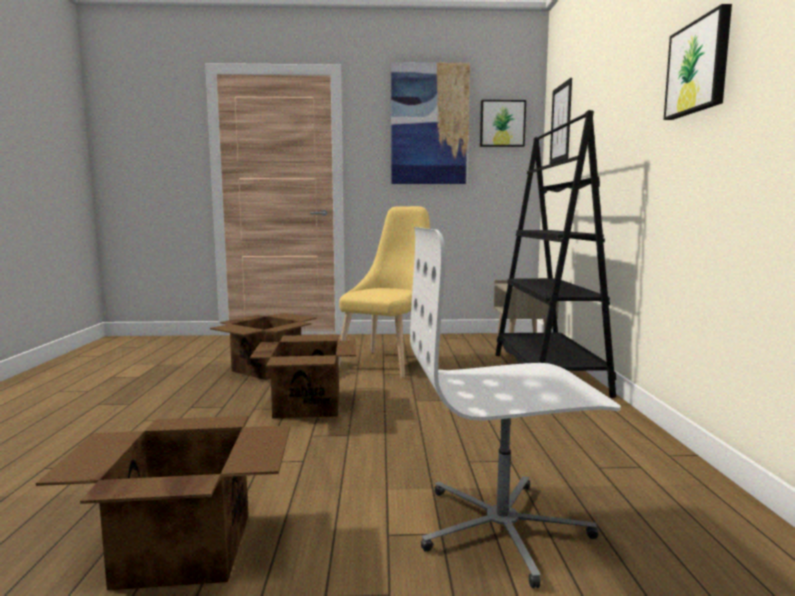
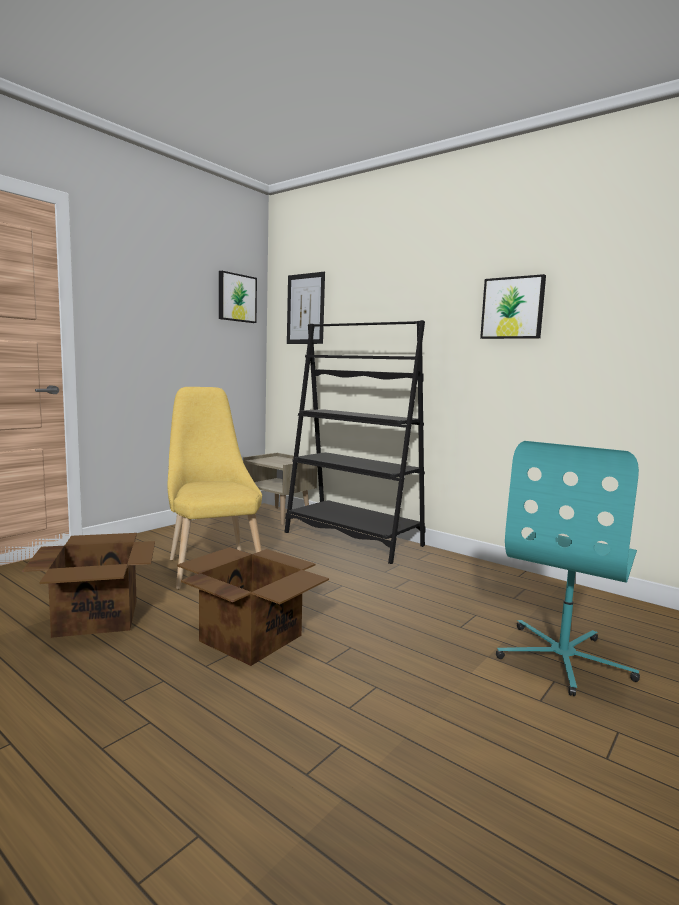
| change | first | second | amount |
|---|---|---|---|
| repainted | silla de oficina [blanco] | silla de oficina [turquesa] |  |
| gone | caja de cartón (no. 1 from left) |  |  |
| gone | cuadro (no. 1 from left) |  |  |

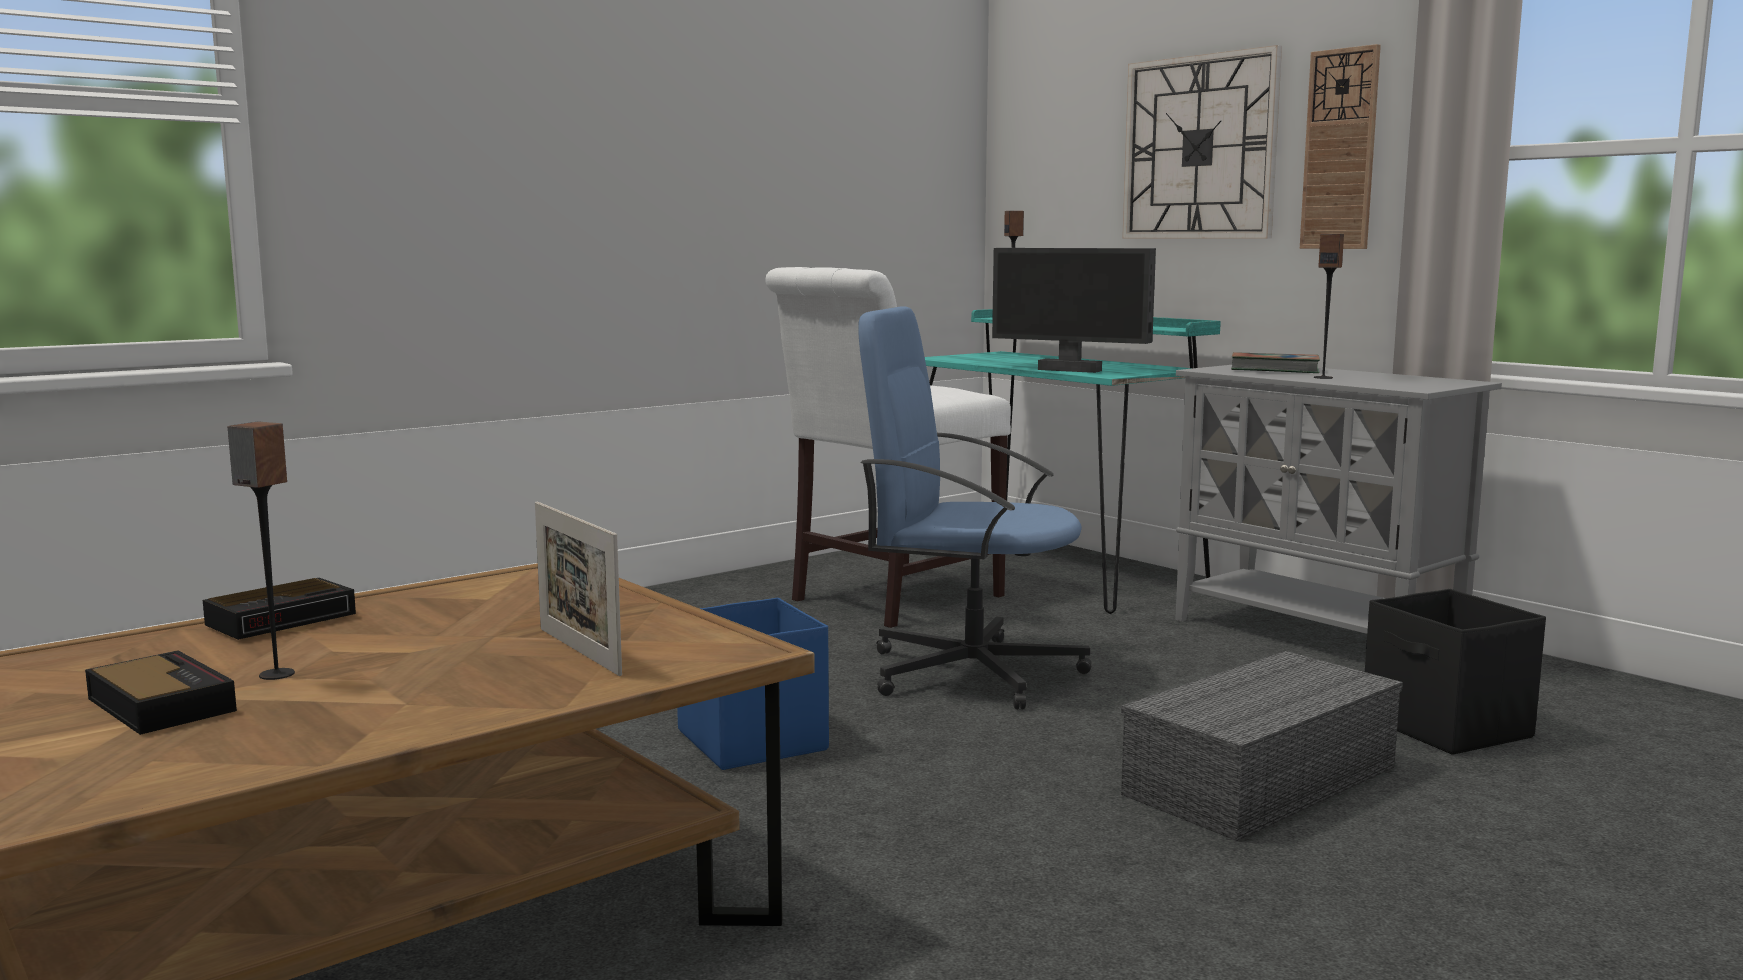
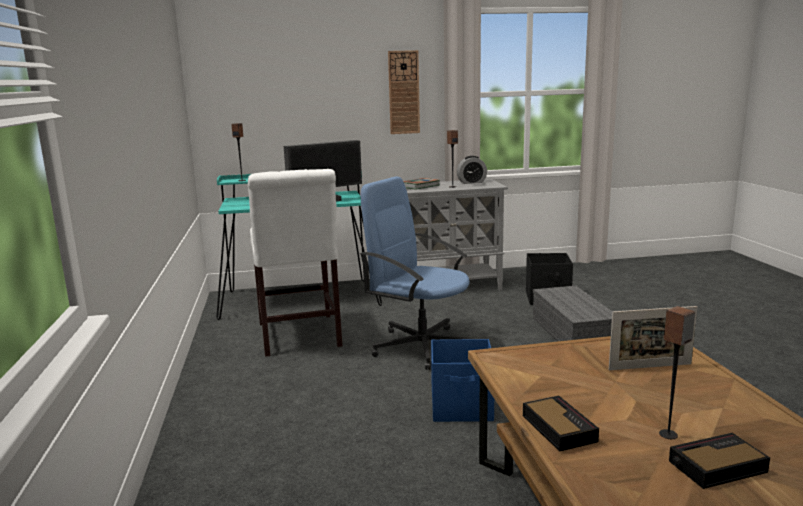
| change | first | second | amount |
|---|---|---|---|
| rotated | silla de oficina [azul] |  | 75 degrees clockwise |
| new |  | despertador (no. 1 from left) |  |
| gone | reloj de pared (no. 1 from left) |  |  |

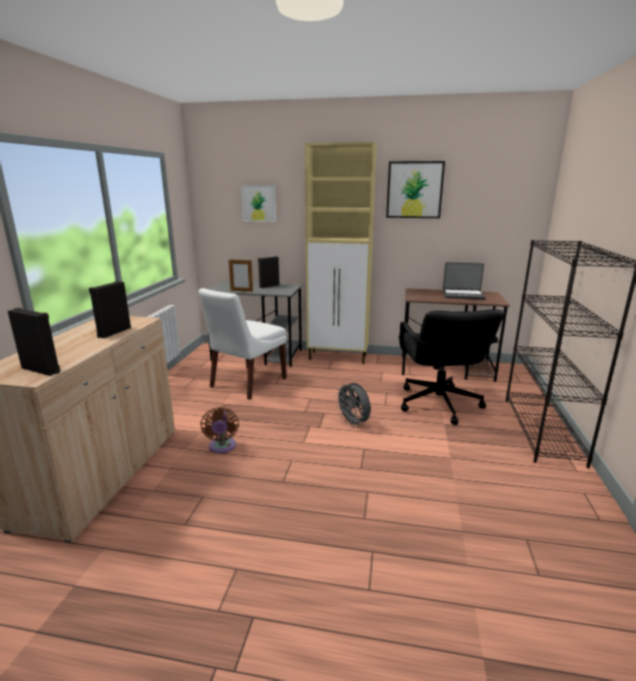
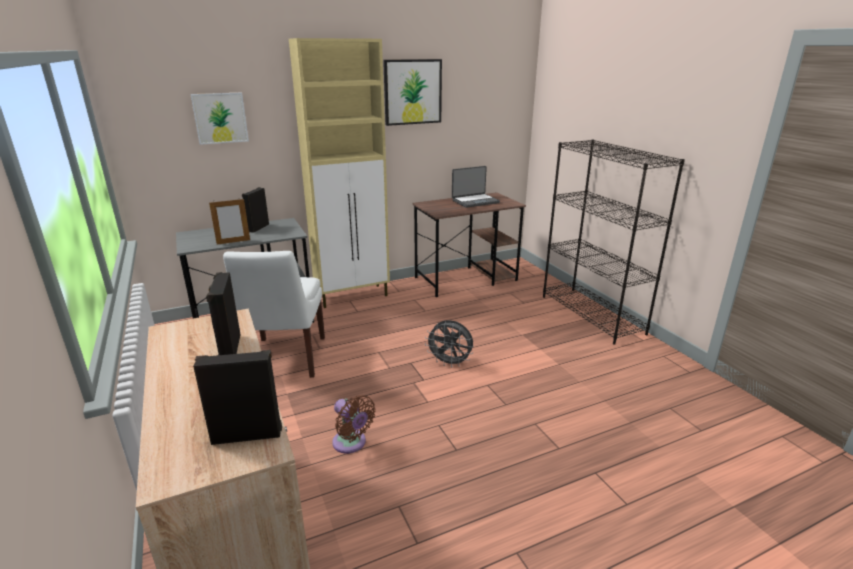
| change | first | second | amount |
|---|---|---|---|
| gone | silla de oficina [negro] |  |  |

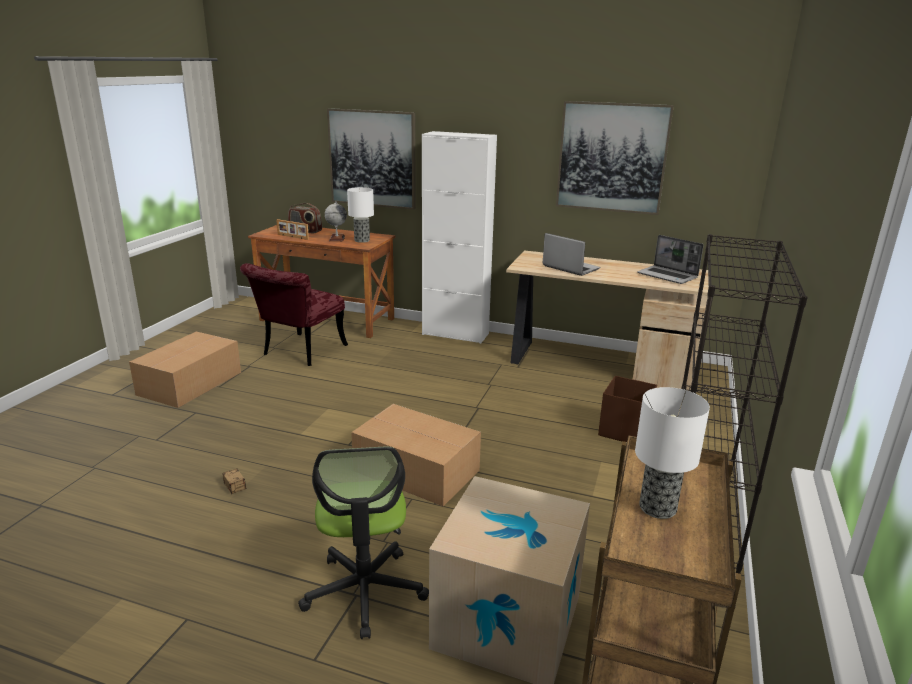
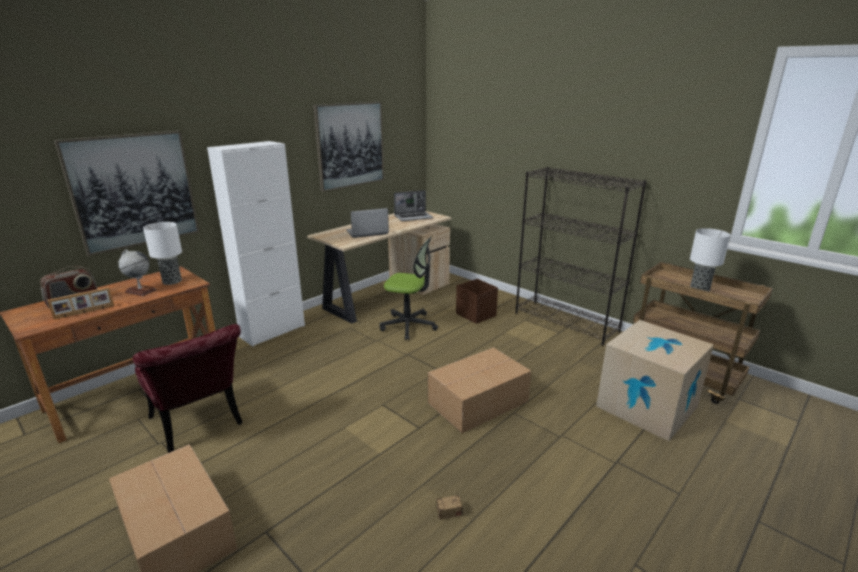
| change | first | second | amount |
|---|---|---|---|
| shifted | silla de oficina |  |  |

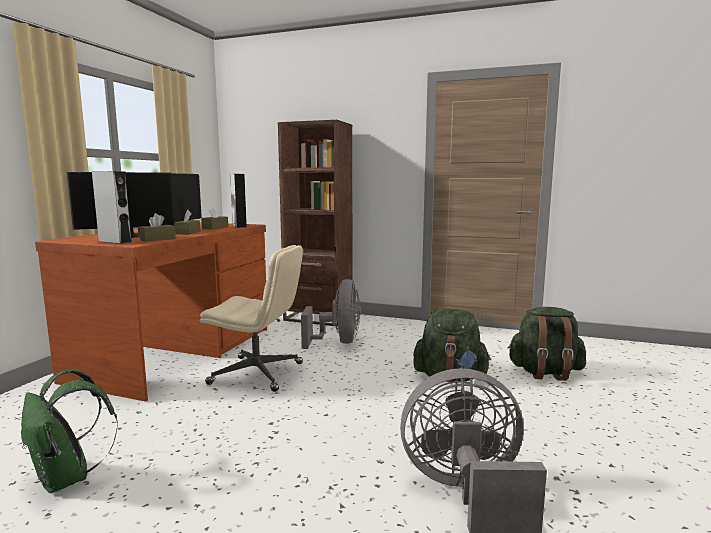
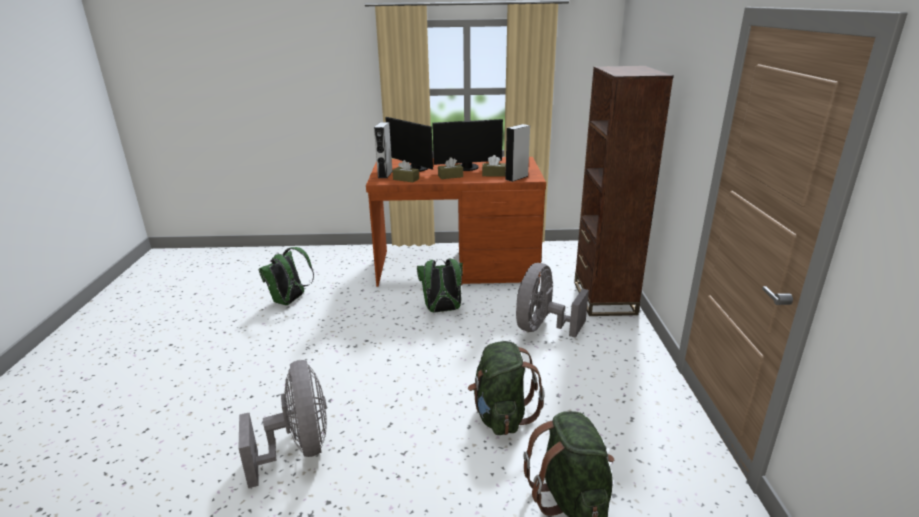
| change | first | second | amount |
|---|---|---|---|
| swapped | silla de oficina [beis] | mochila [verde] (no. 2 from left) |  |
| rotated | ventilador [gris] (no. 1 from left in the first image) | ventilador [gris] (no. 2 from left) | 135 degrees clockwise |

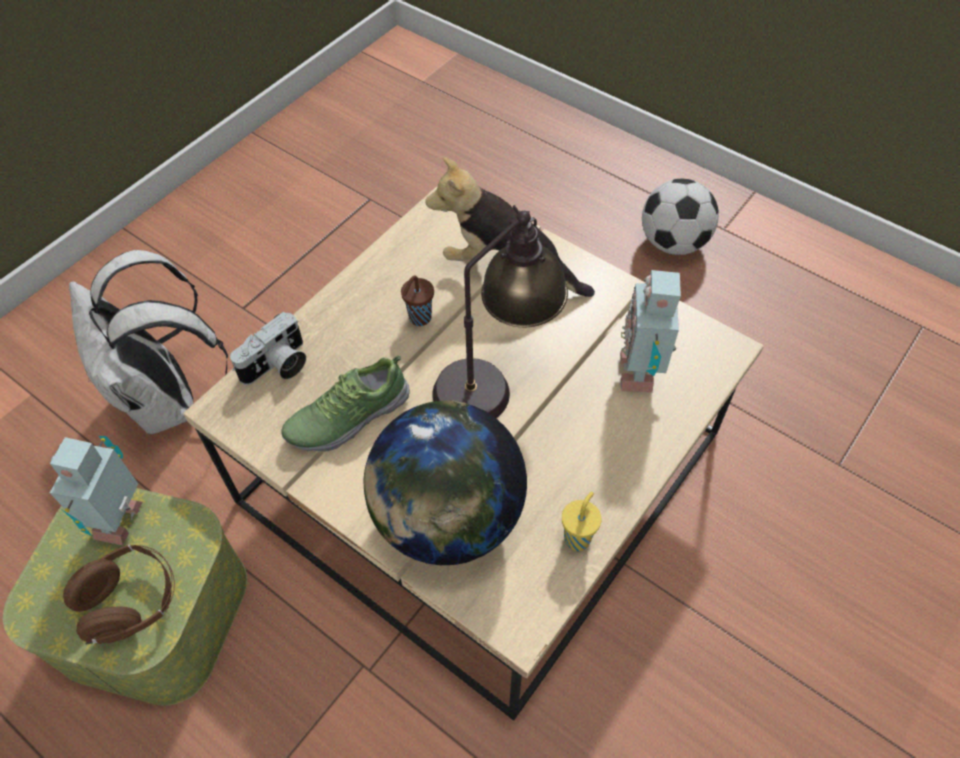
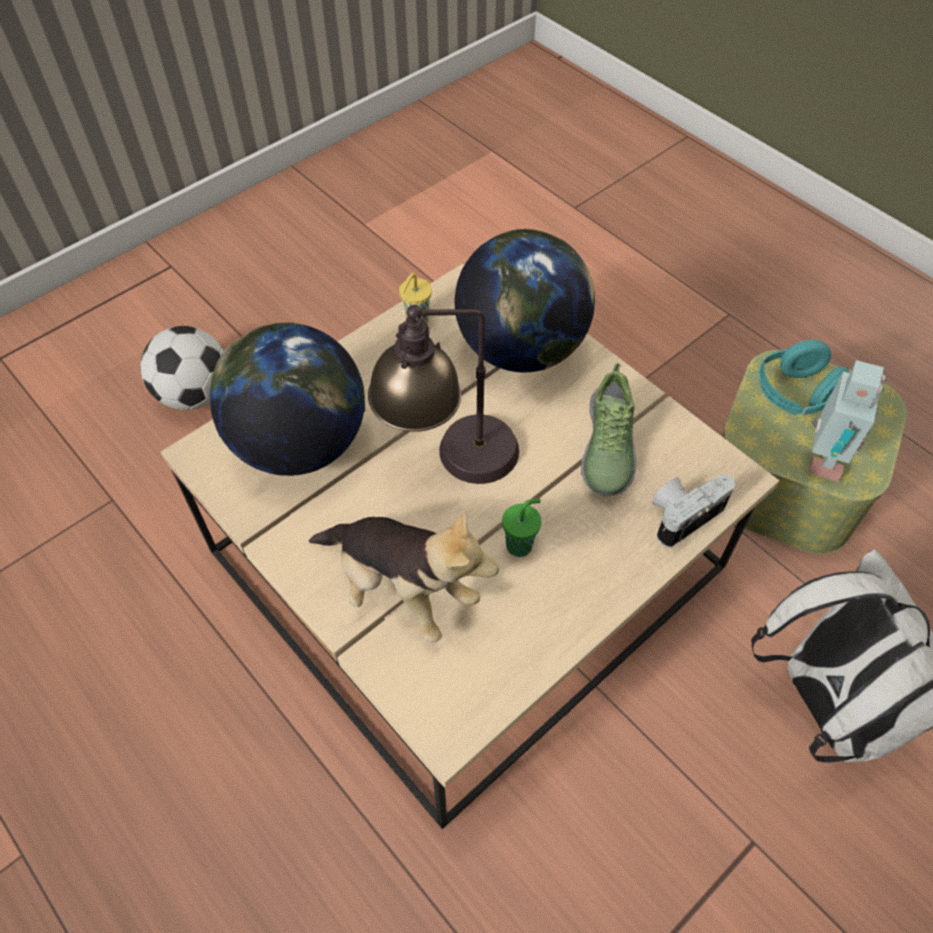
| change | first | second | amount |
|---|---|---|---|
| shifted | balón de fútbol |  |  |
| swapped | robot de juguete (no. 2 from left) | globo terráqueo (no. 1 from left) |  |
| repainted | taza [marrón] | taza [verde] |  |
| rotated | zapato |  | 120 degrees clockwise |
| repainted | auriculares [marrón] | auriculares [turquesa] |  |

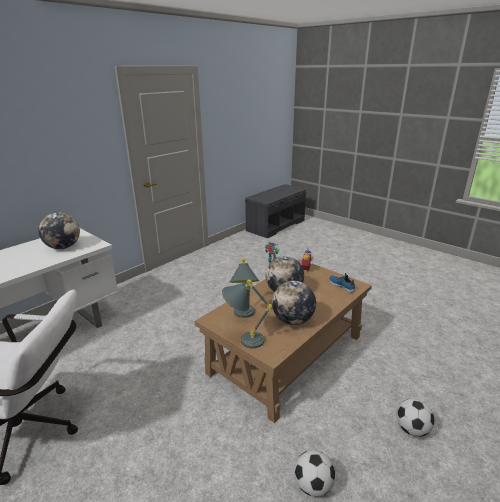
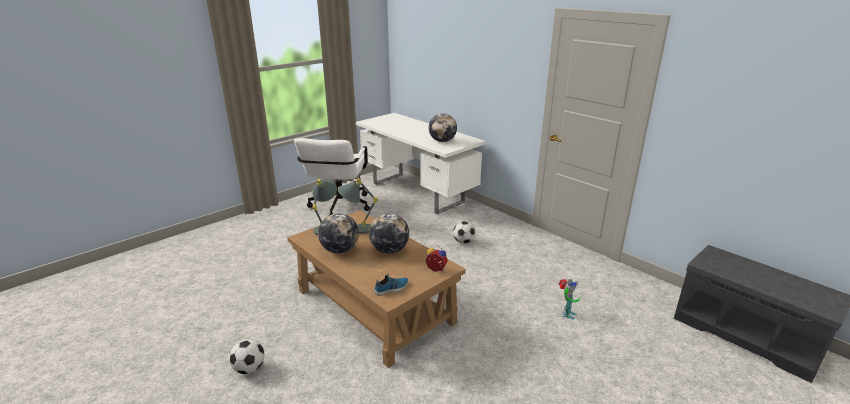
| change | first | second | amount |
|---|---|---|---|
| shifted | balón de fútbol (no. 1 from left in the first image) | balón de fútbol (no. 2 from left) |  |

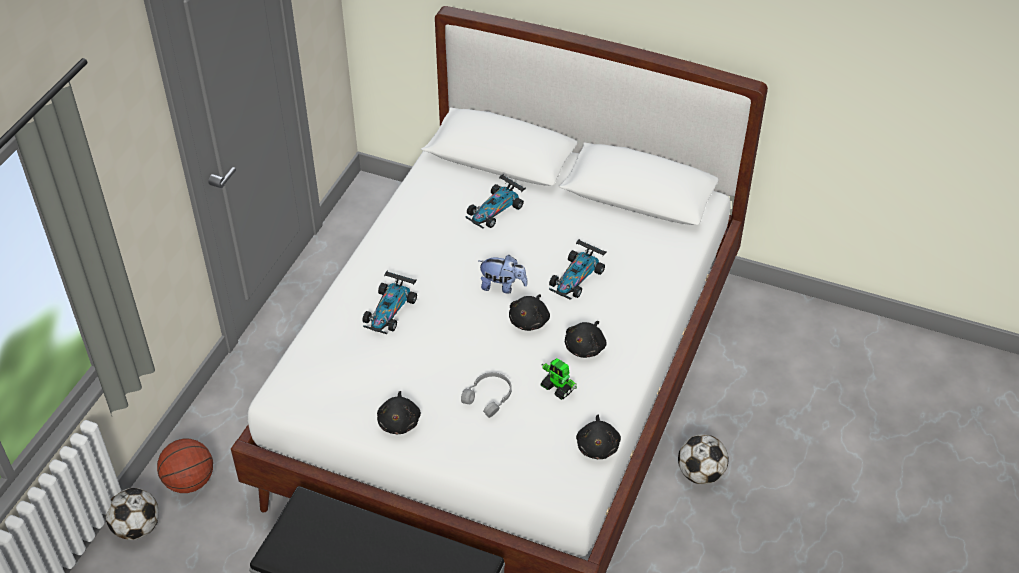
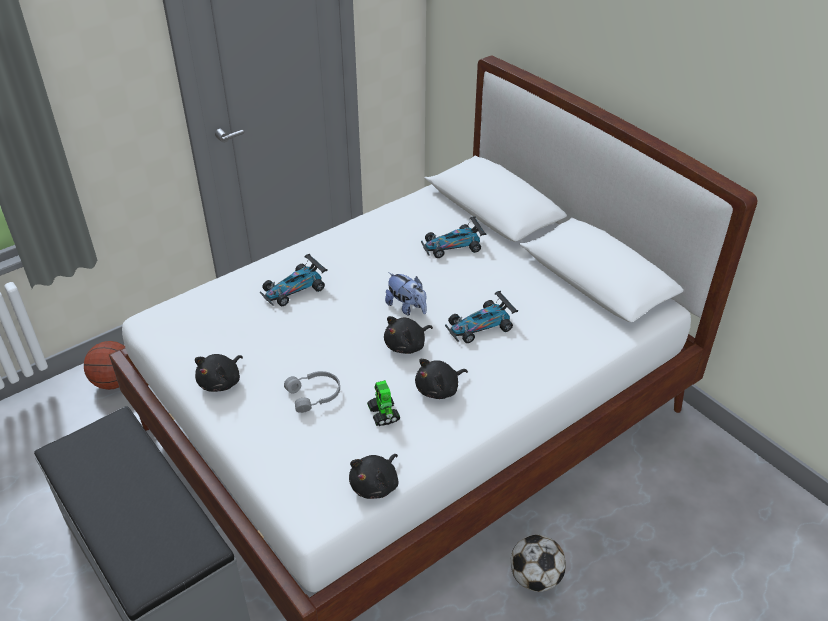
| change | first | second | amount |
|---|---|---|---|
| gone | balón de fútbol (no. 1 from left) |  |  |

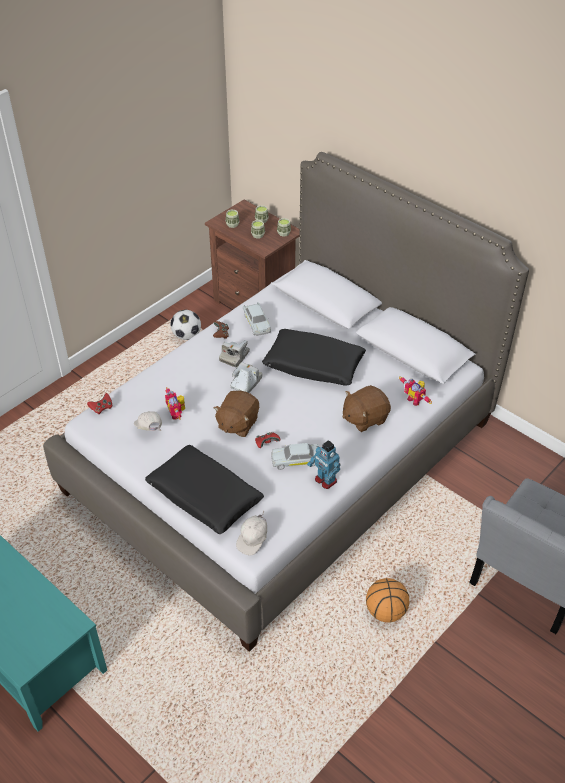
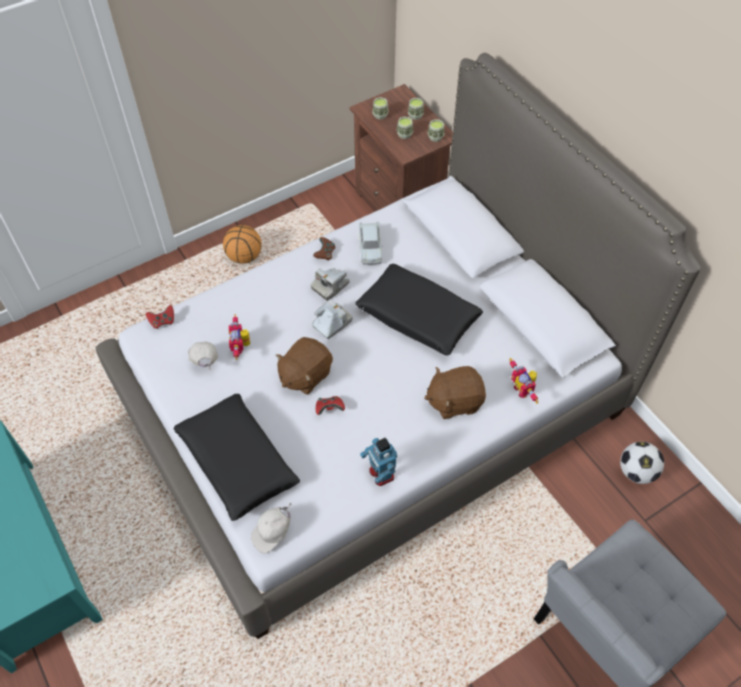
| change | first | second | amount |
|---|---|---|---|
| shifted | balón de baloncesto |  |  |
| shifted | balón de fútbol |  |  |
| gone | coche de juguete [blanco] (no. 2 from left) |  |  |

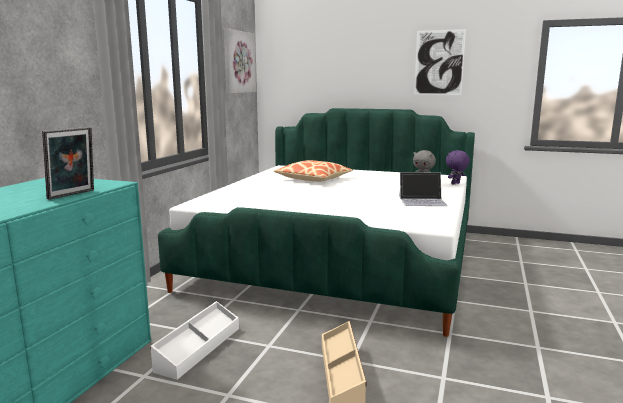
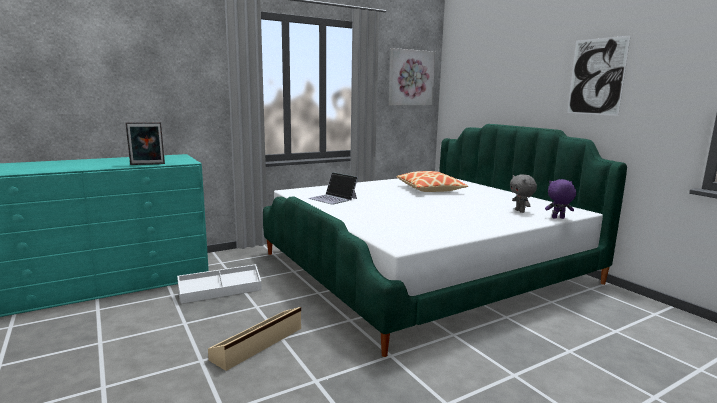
| change | first | second | amount |
|---|---|---|---|
| shifted | portátil |  |  |

